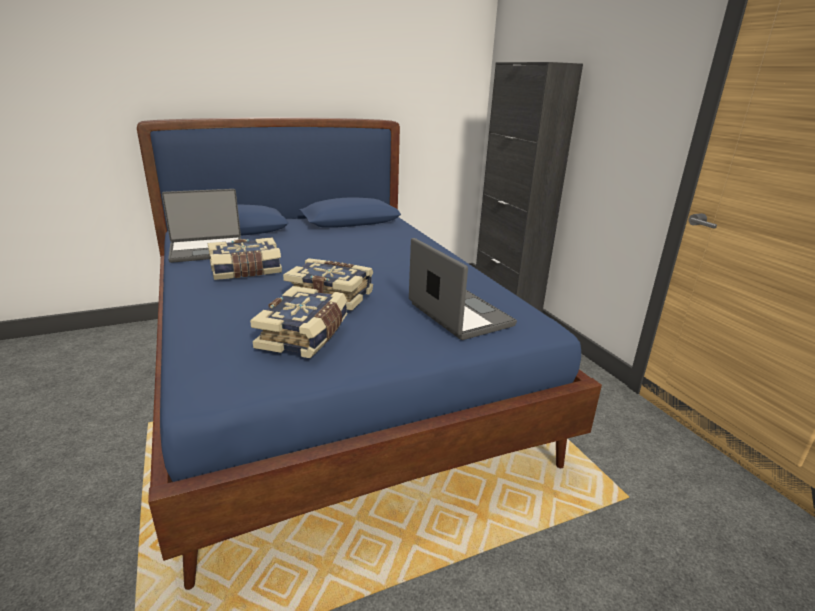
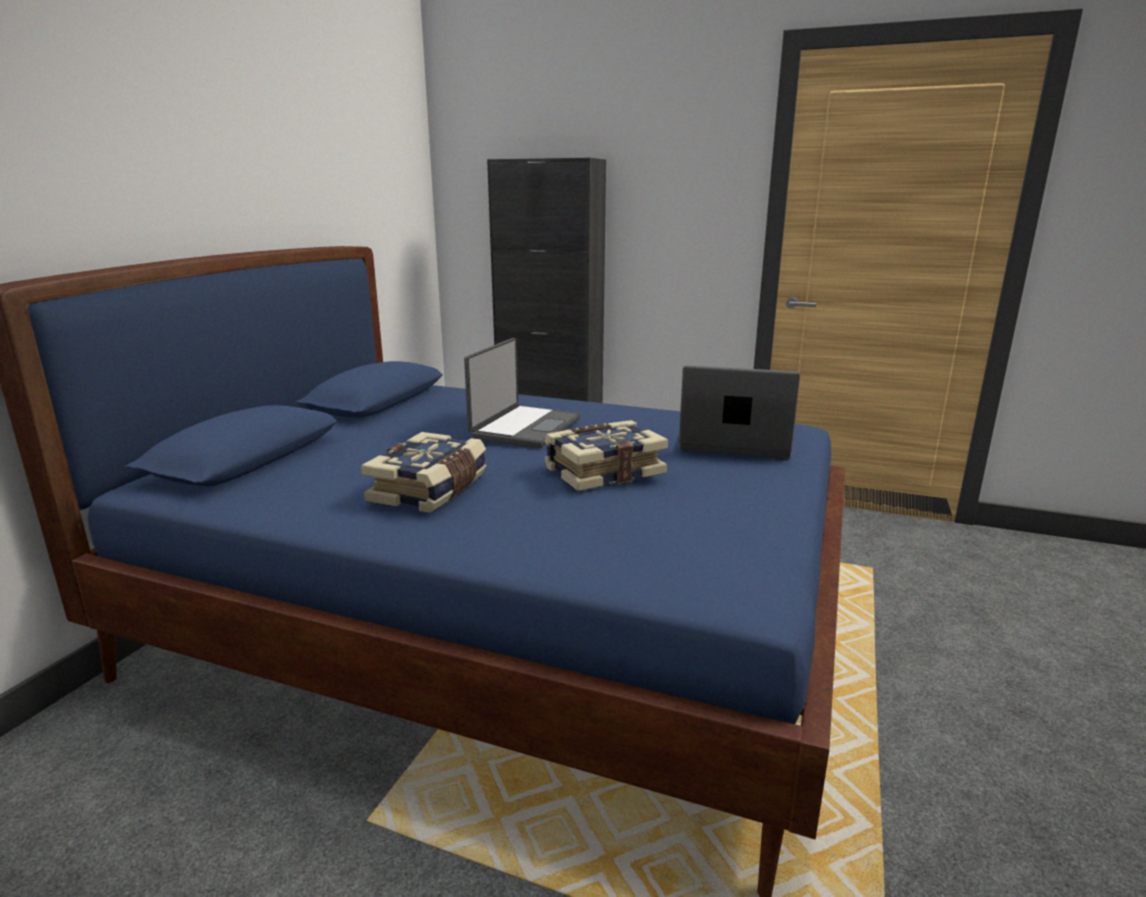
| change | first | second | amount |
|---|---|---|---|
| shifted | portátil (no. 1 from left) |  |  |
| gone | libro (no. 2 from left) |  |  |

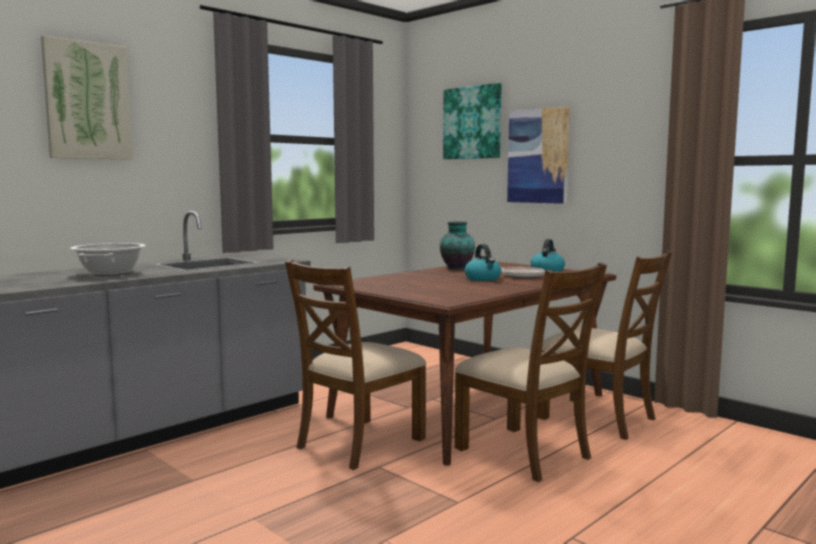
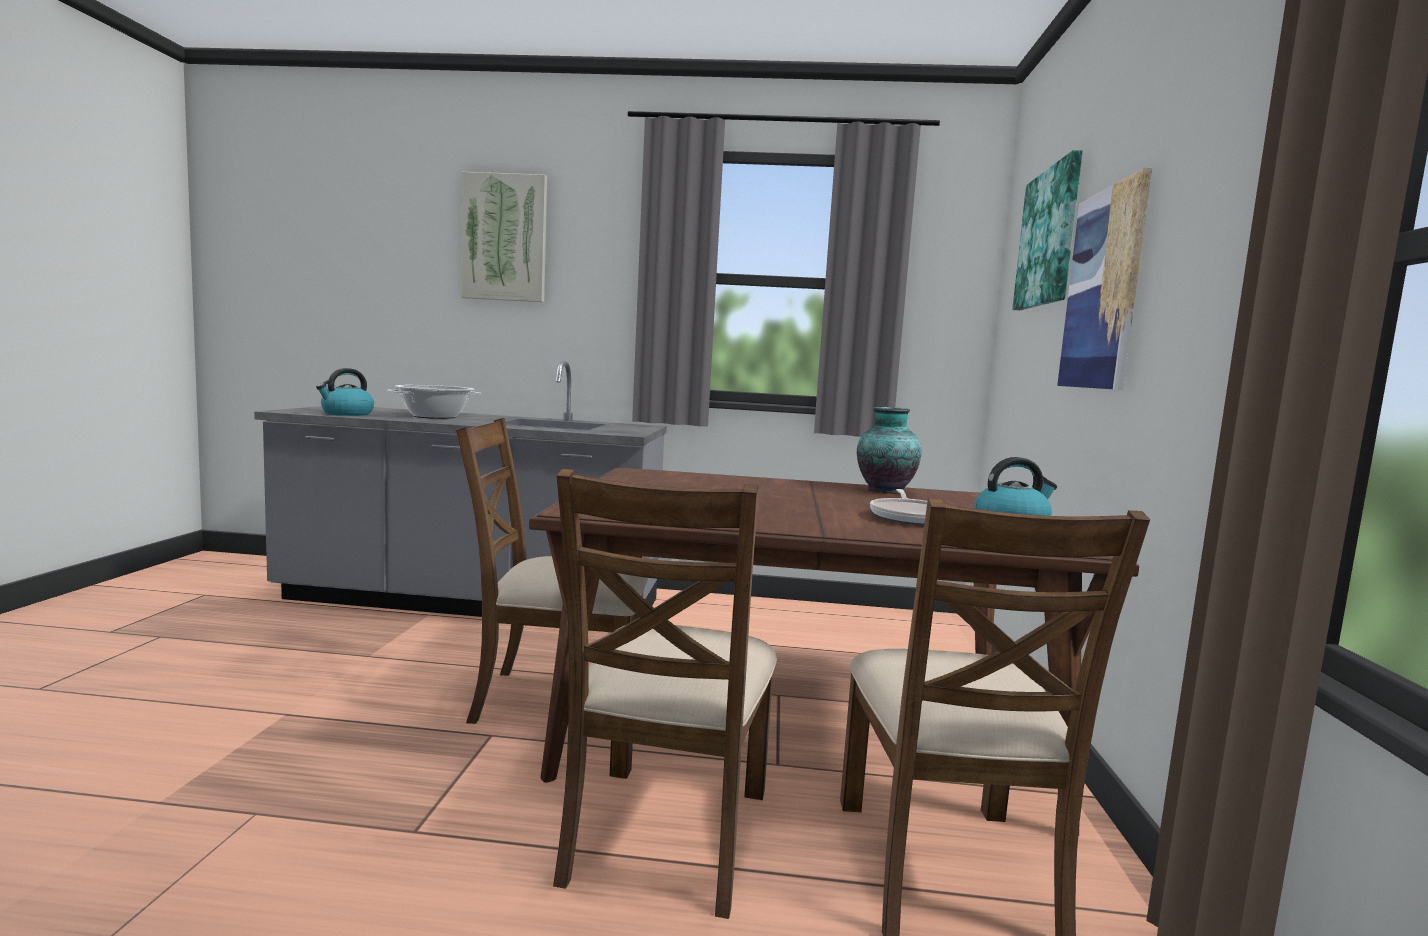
| change | first | second | amount |
|---|---|---|---|
| shifted | hervidor (no. 1 from left) |  |  |

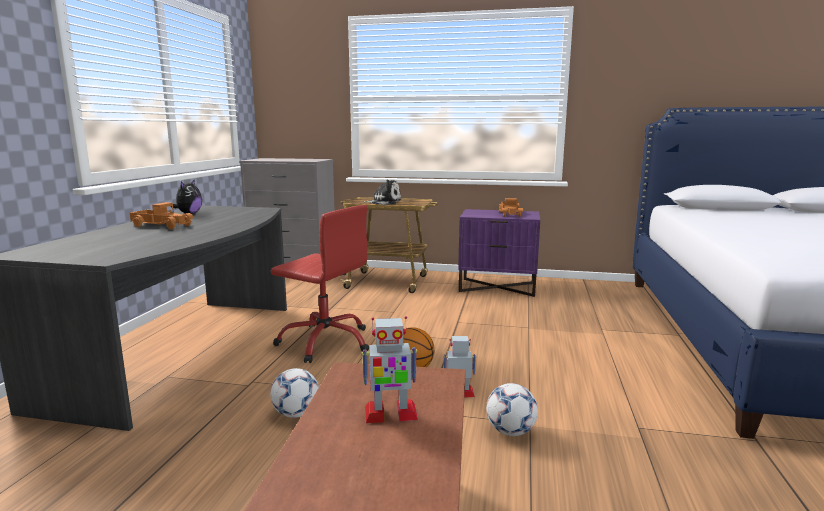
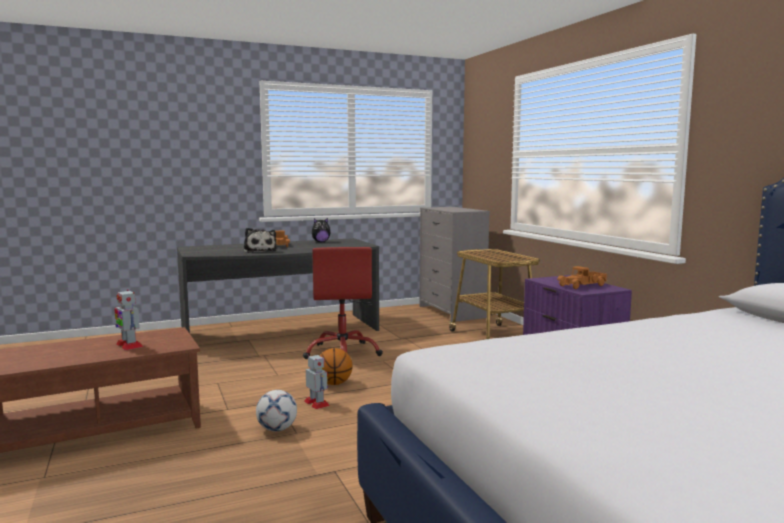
| change | first | second | amount |
|---|---|---|---|
| shifted | peluche (no. 2 from left in the first image) | peluche (no. 1 from left) |  |
| gone | balón de fútbol (no. 1 from left) |  |  |

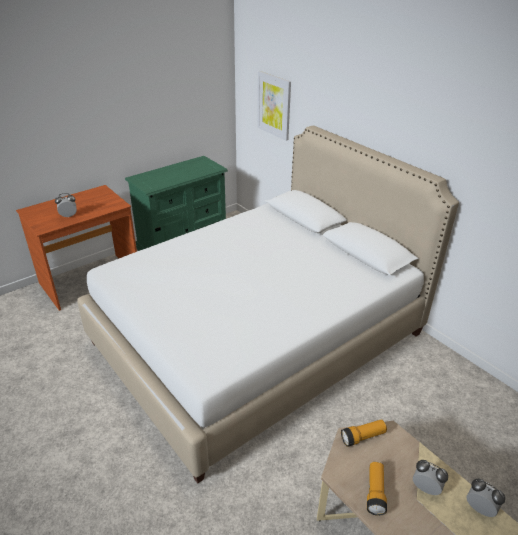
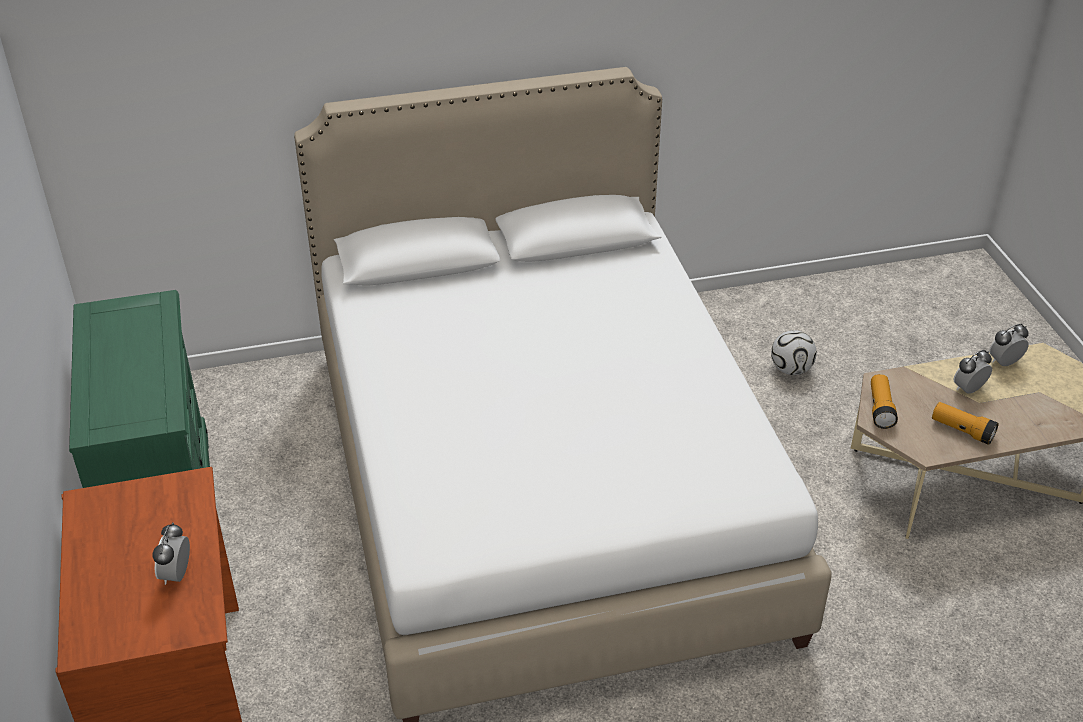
| change | first | second | amount |
|---|---|---|---|
| new |  | balón de fútbol |  |
| gone | cuadro |  |  |

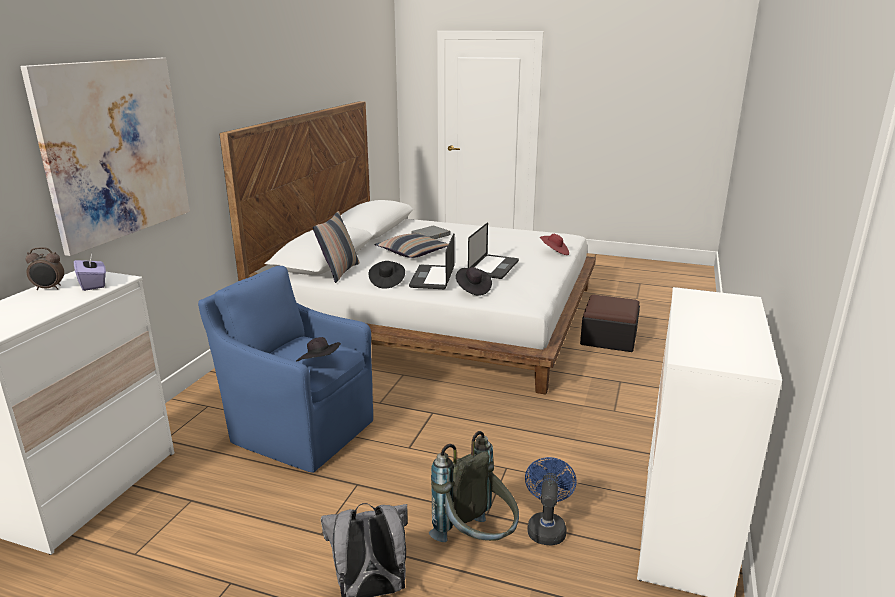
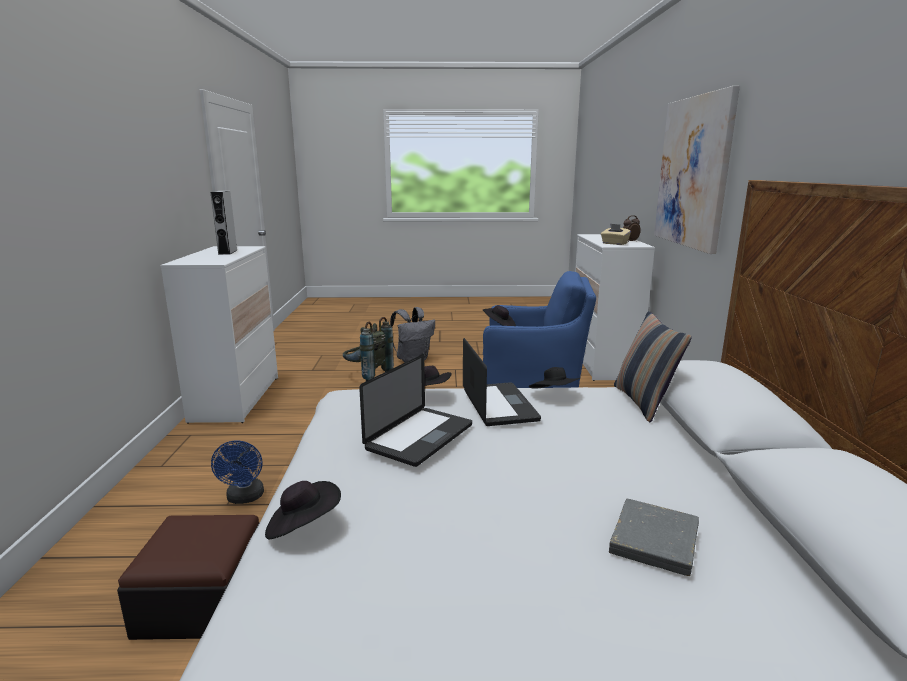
| change | first | second | amount |
|---|---|---|---|
| new |  | altavoz [gris] |  |
| shifted | ventilador [azul] |  |  |
| repainted | sombrero [rojo] | sombrero [negro] (no. 1 from left) |  |
| rotated | portátil (no. 2 from left in the first image) | portátil (no. 1 from left) | 150 degrees counterclockwise |
| repainted | caja de pañuelos [morado] | caja de pañuelos [beis] |  |
| gone | cojín (no. 2 from left) |  |  |

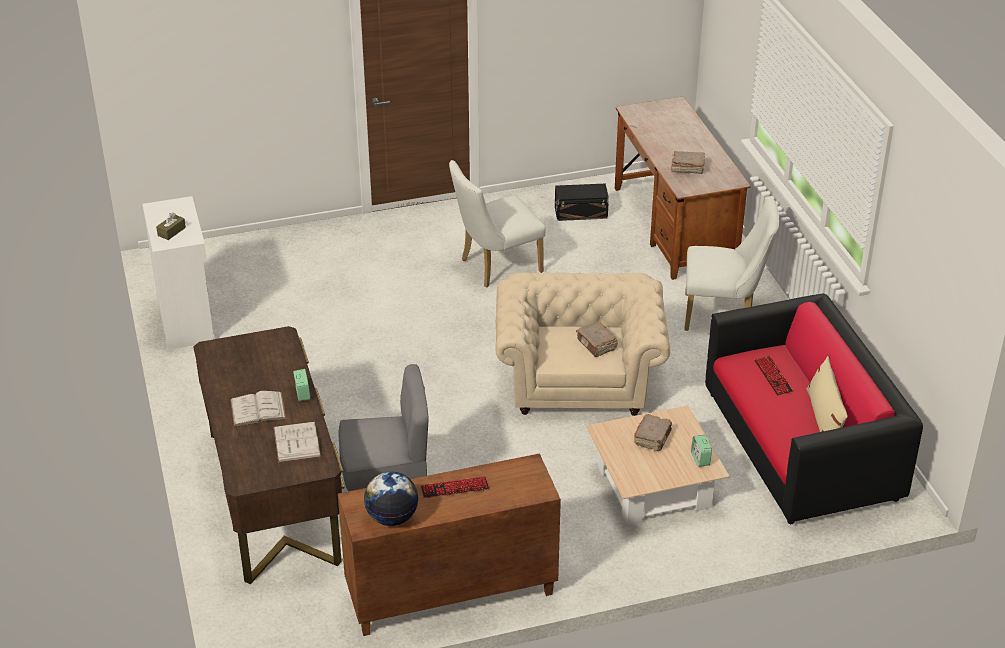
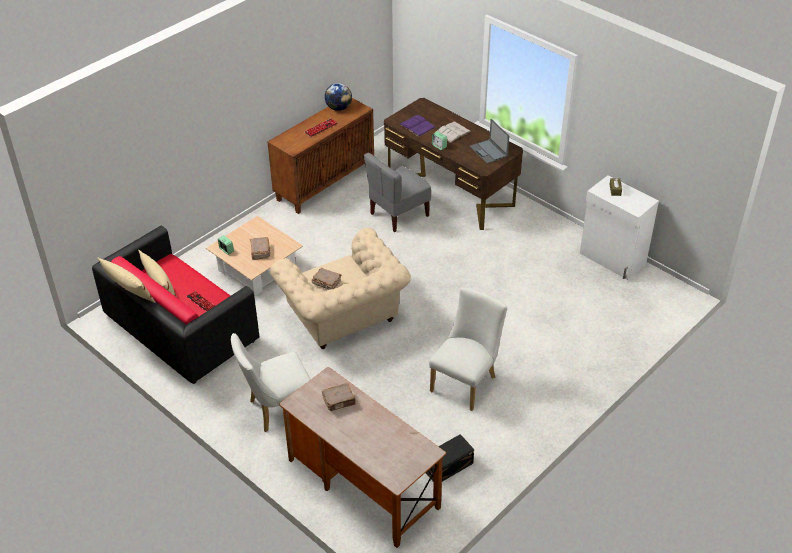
| change | first | second | amount |
|---|---|---|---|
| new |  | cojín [beis] (no. 1 from left) |  |
| repainted | libro [blanco] (no. 2 from left) | libro [morado] |  |
| new |  | portátil |  |

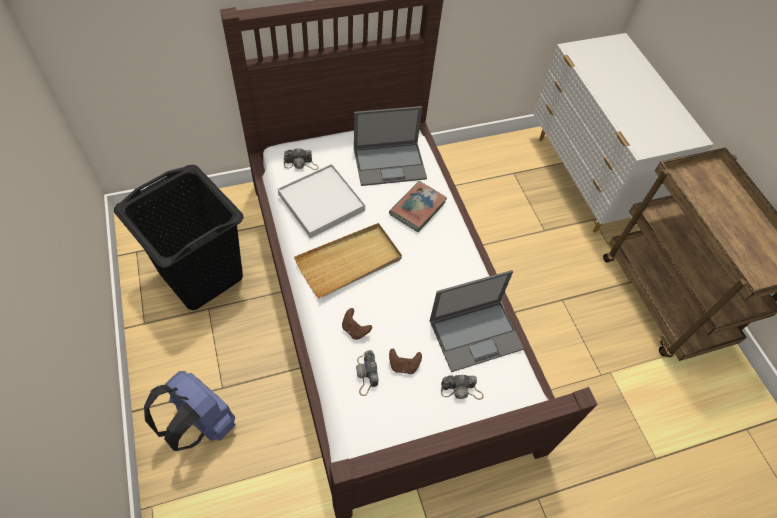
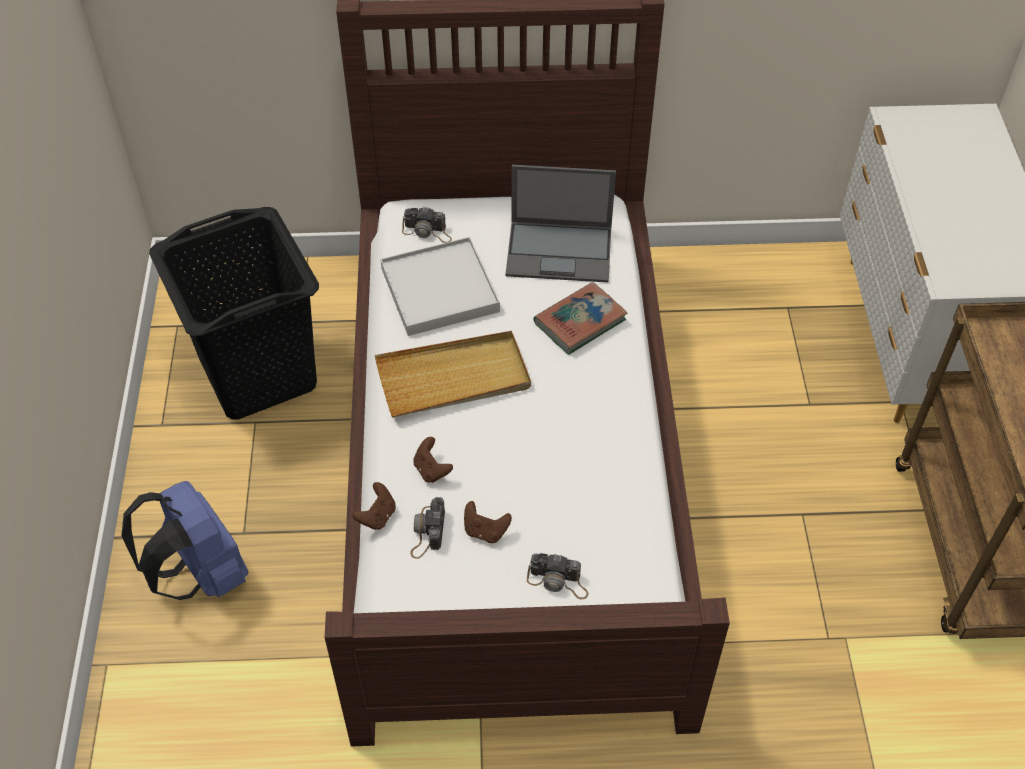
| change | first | second | amount |
|---|---|---|---|
| new |  | mando de consola [marrón] (no. 1 from left) |  |
| gone | portátil (no. 2 from left) |  |  |

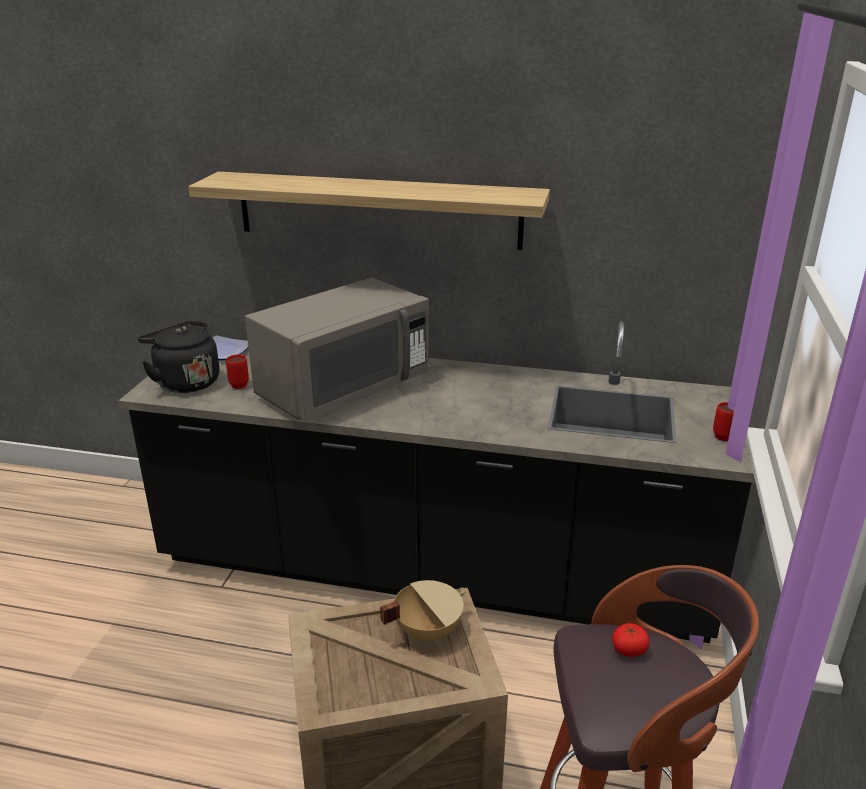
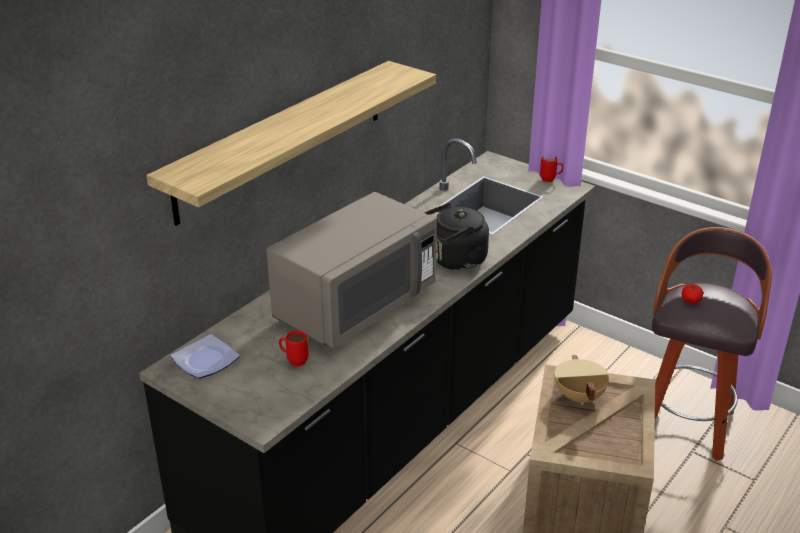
| change | first | second | amount |
|---|---|---|---|
| rotated | microondas [gris] |  | 60 degrees clockwise |
| shifted | hervidor [negro] |  |  |

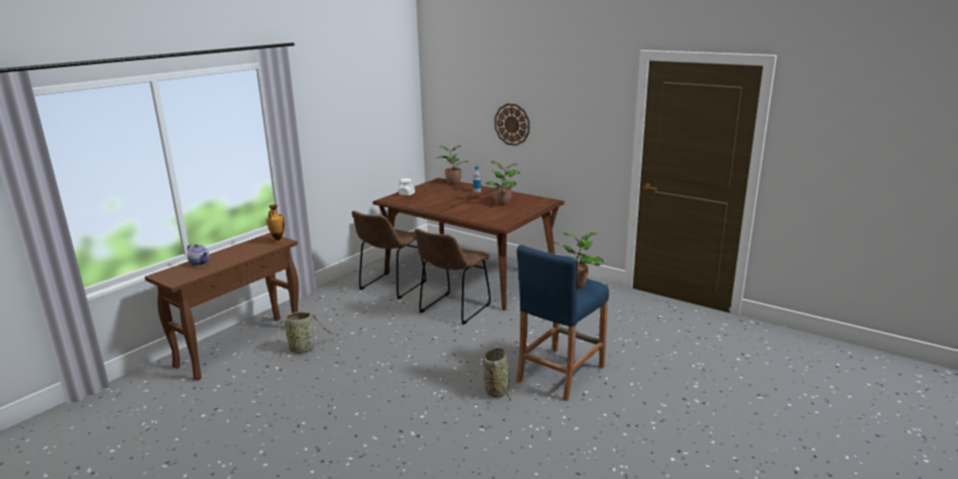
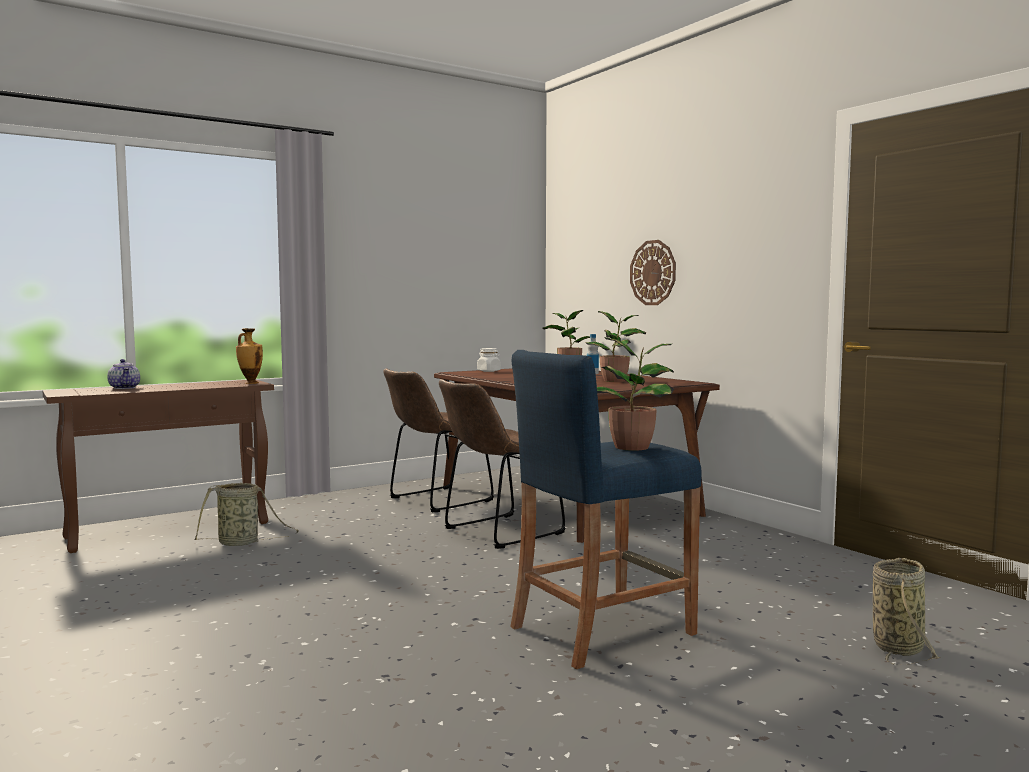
| change | first | second | amount |
|---|---|---|---|
| shifted | cesta (no. 2 from left) |  |  |

